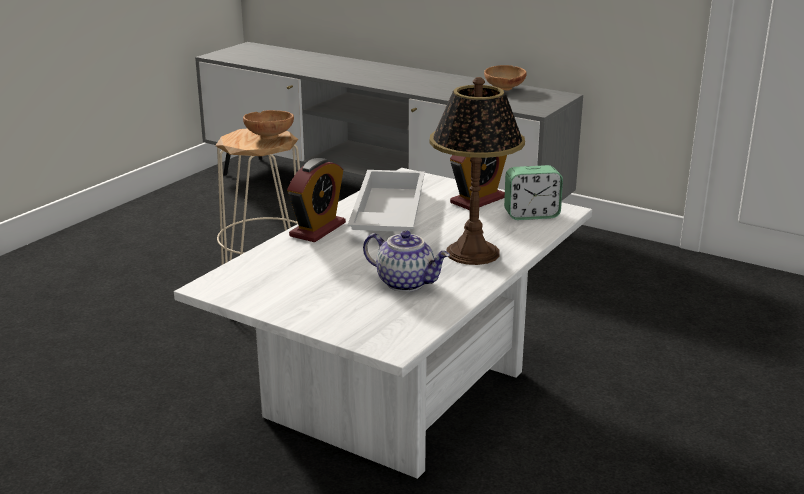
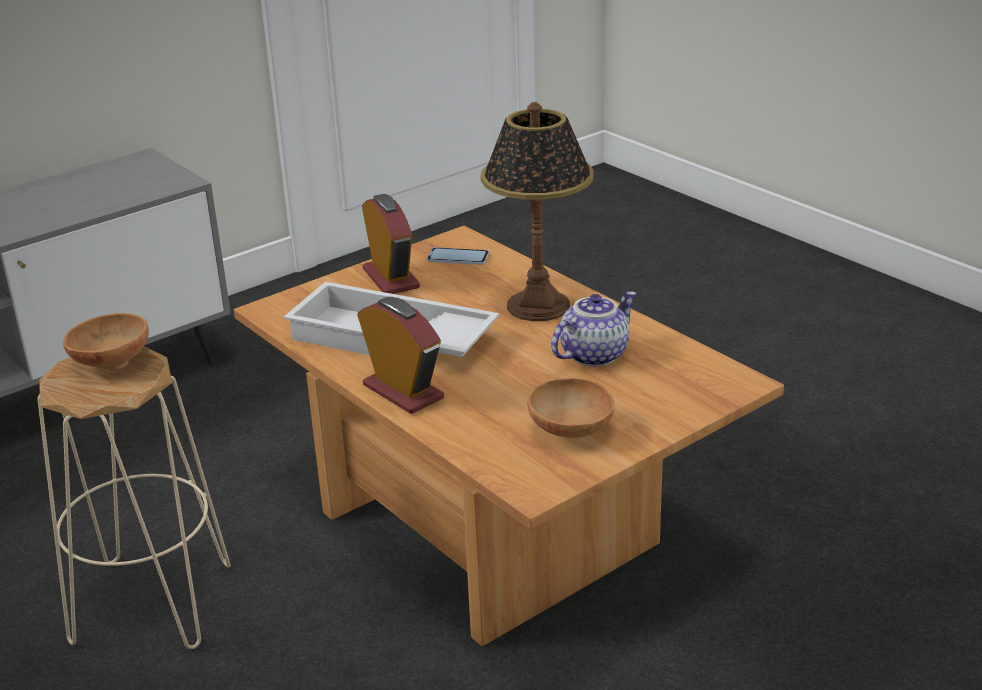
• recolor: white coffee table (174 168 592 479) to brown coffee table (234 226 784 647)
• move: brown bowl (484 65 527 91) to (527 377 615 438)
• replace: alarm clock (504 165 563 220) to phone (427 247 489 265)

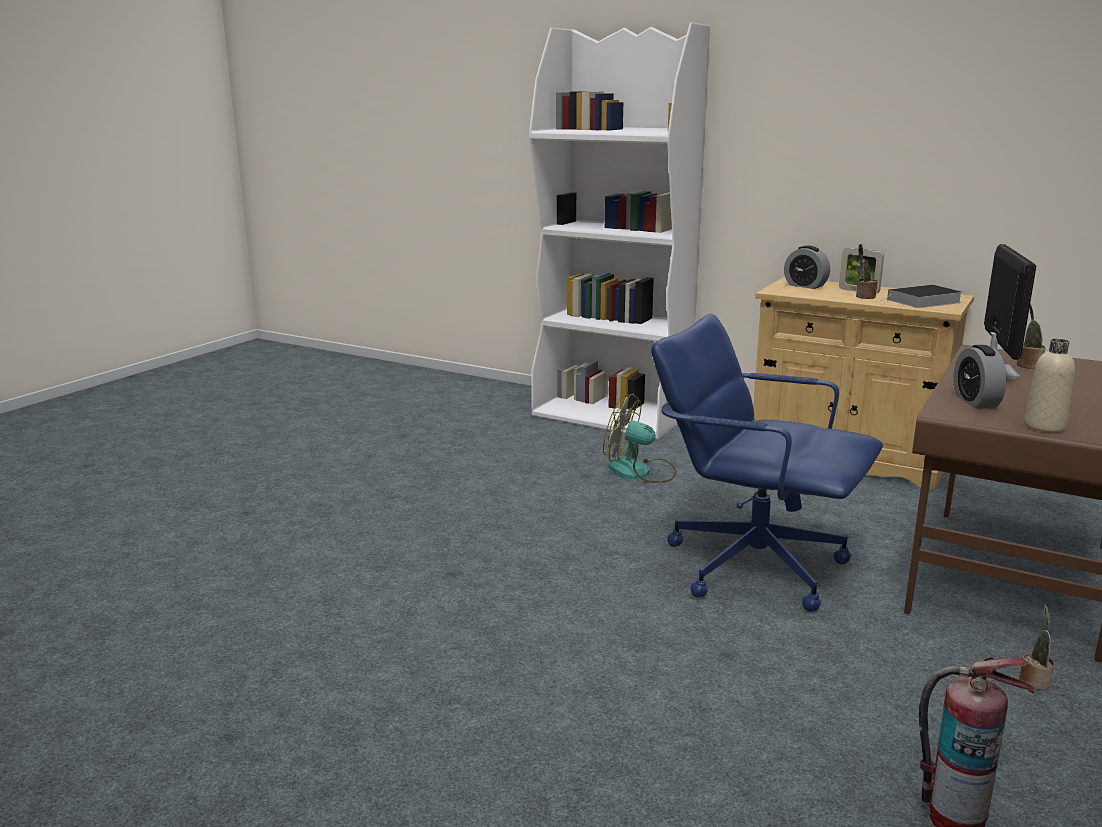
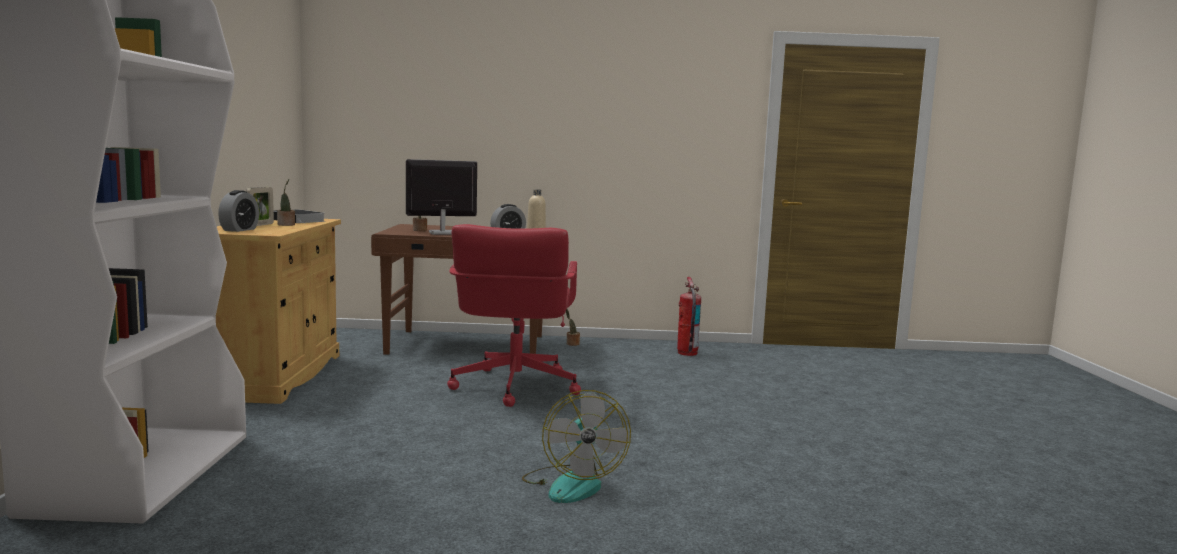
• move: fan (603 394 676 483) to (522 390 631 503)
• recolor: blue office chair (651 314 883 612) to red office chair (447 224 581 407)

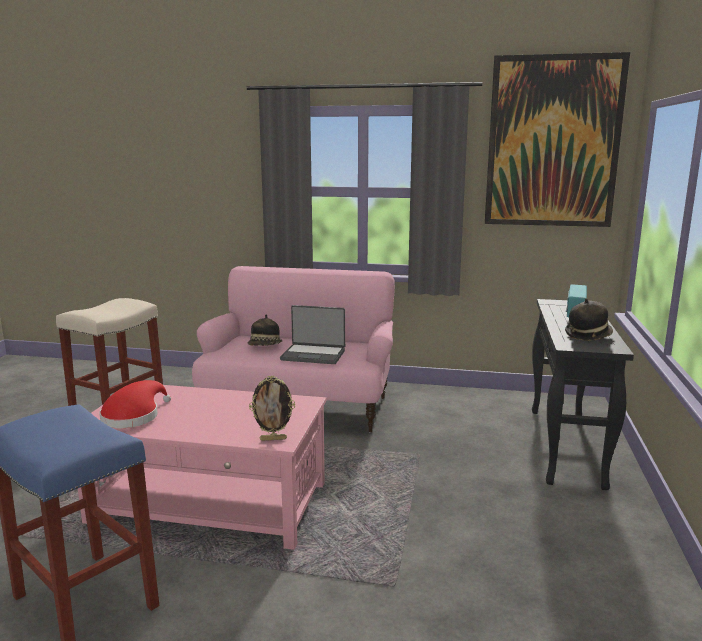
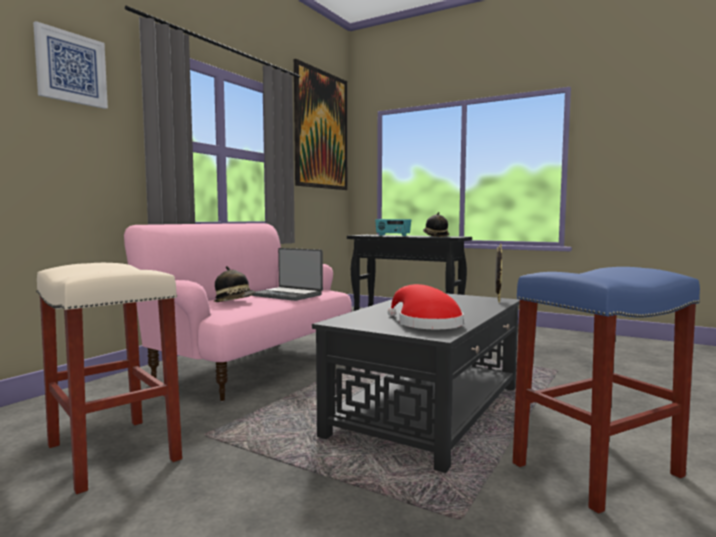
• recolor: pink coffee table (78 385 326 550) to black coffee table (312 293 520 473)
• rotate: laptop (280 305 345 364) = (252 248 323 301) 90 degrees clockwise
• insert: picture (33 21 108 109)

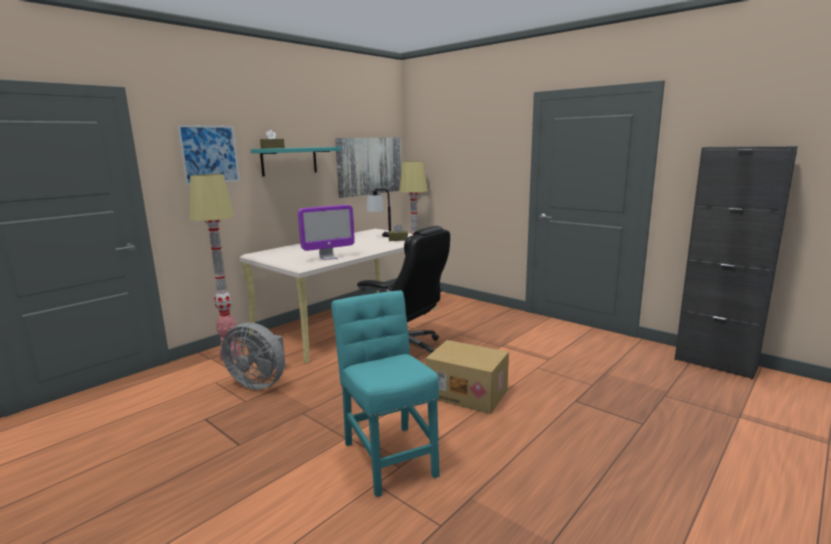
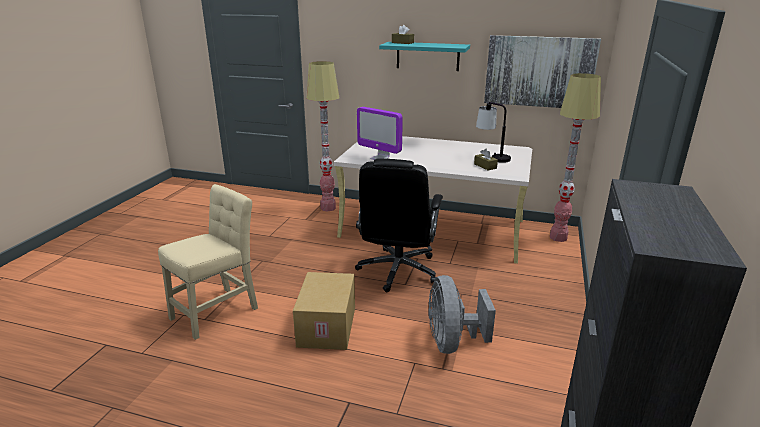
• delete: picture (177 125 240 185)
• move: grey fan (222 323 286 390) to (428 275 496 354)
• recolor: turquoise chair (331 290 440 497) to beige chair (158 184 258 340)

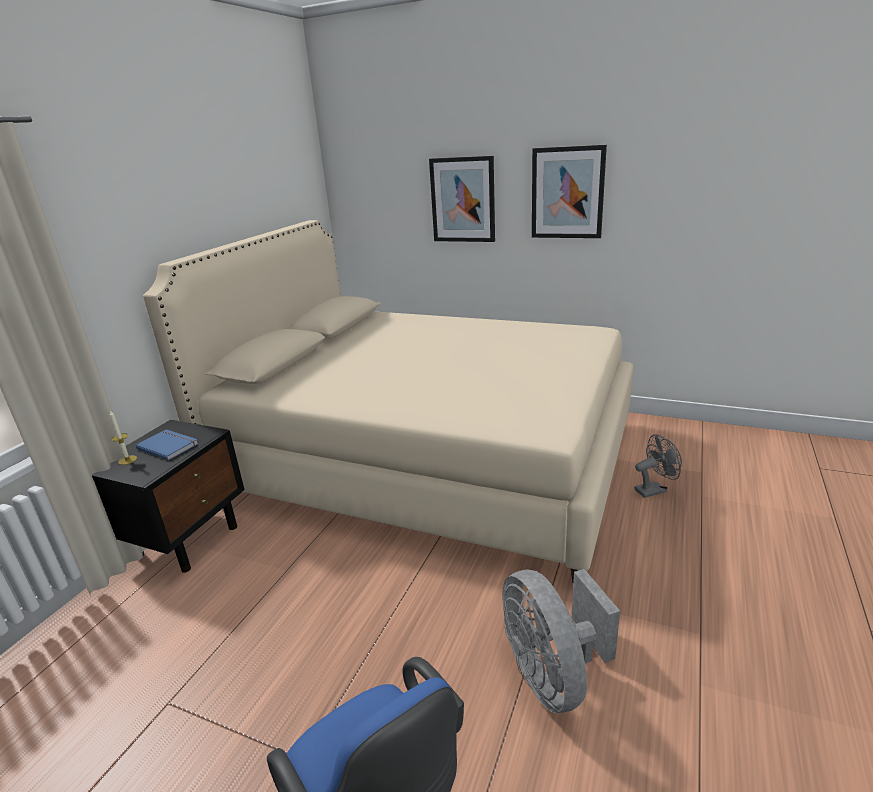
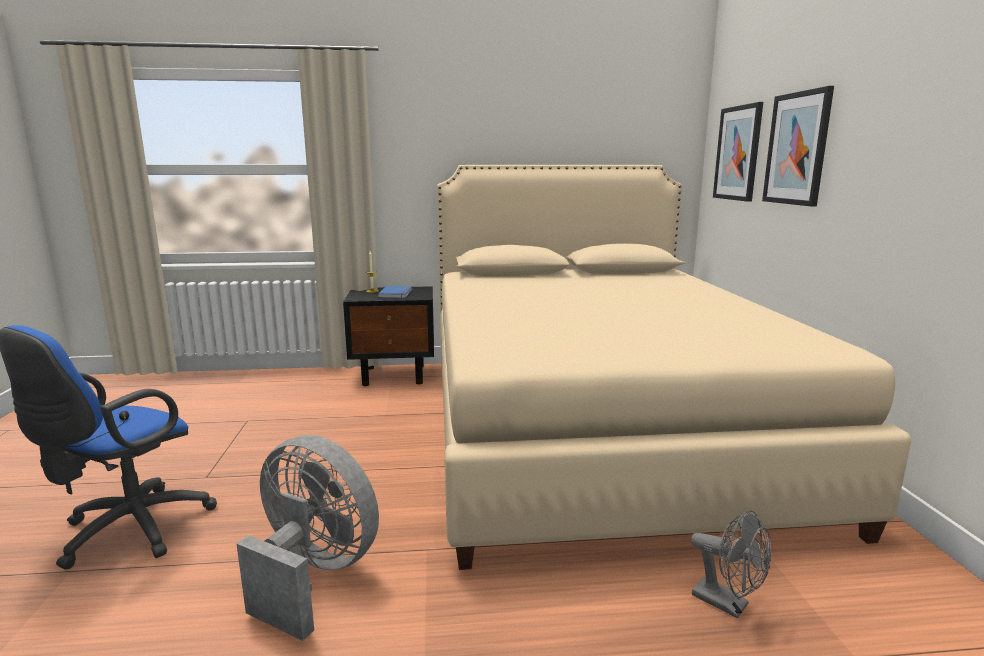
• rotate: grey fan (502 569 620 713) = (237 435 379 641) 75 degrees clockwise
• move: picture (532 145 607 238) to (713 102 763 202)

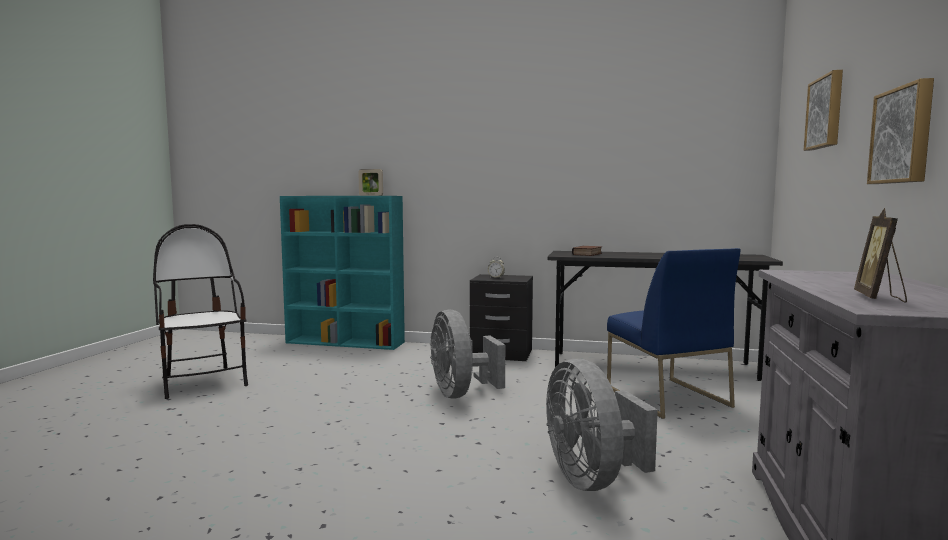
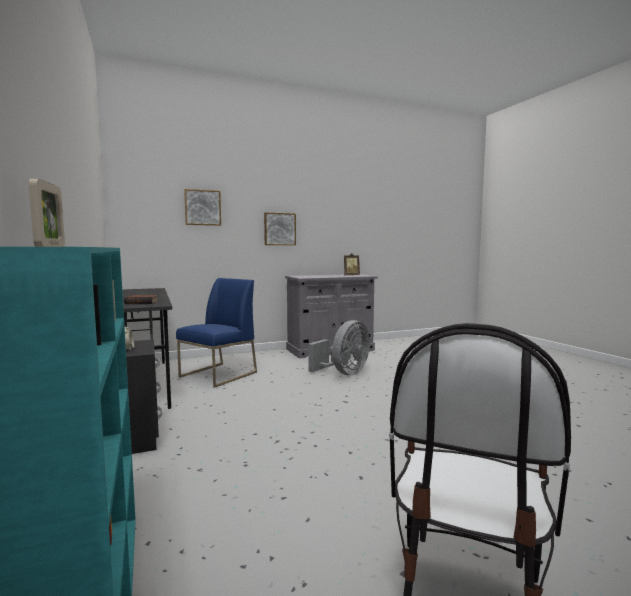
• delete: grey fan (430 310 505 399)

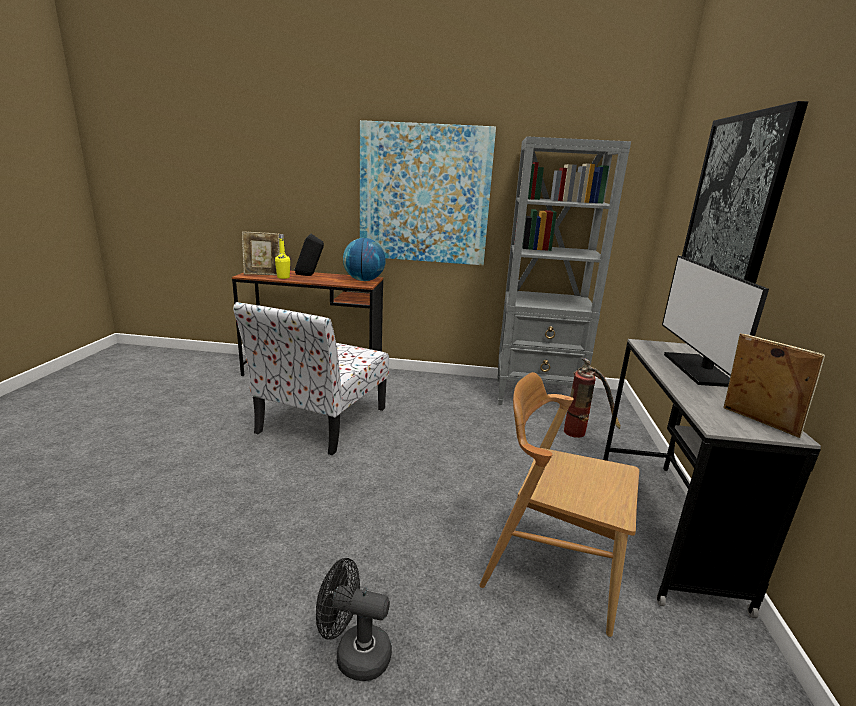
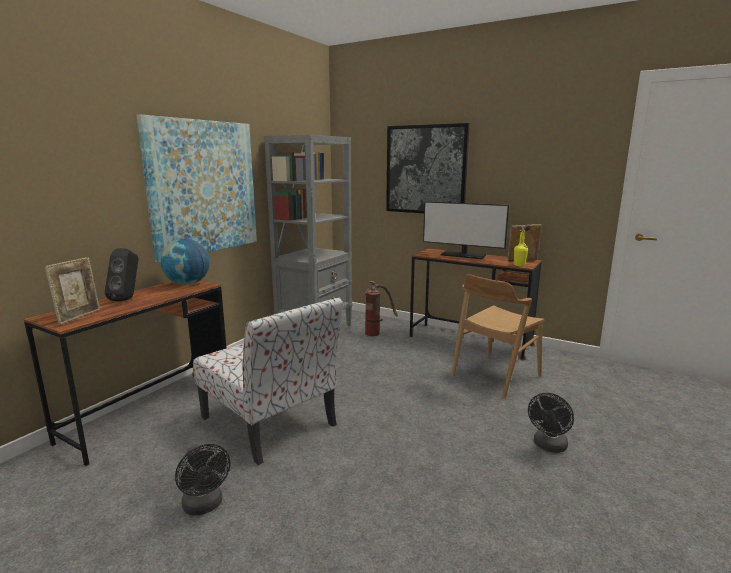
• move: yellow bottle (275 234 290 279) to (514 226 528 266)
• recolor: grey desk (603 339 821 618) to brown desk (410 249 542 360)
• insert: black fan (175 444 230 515)

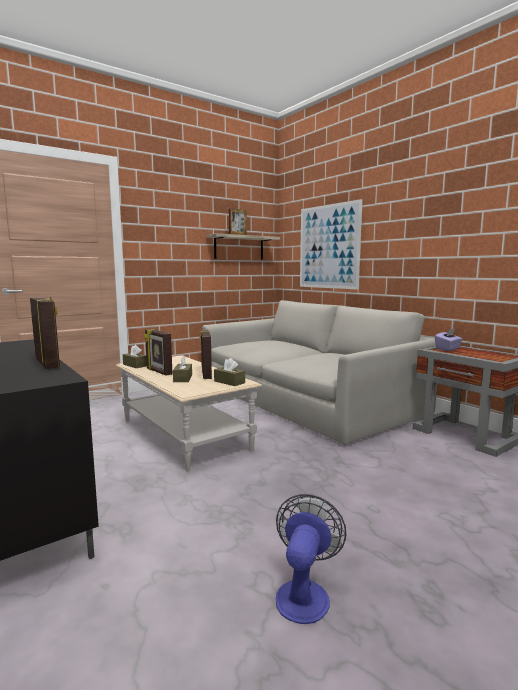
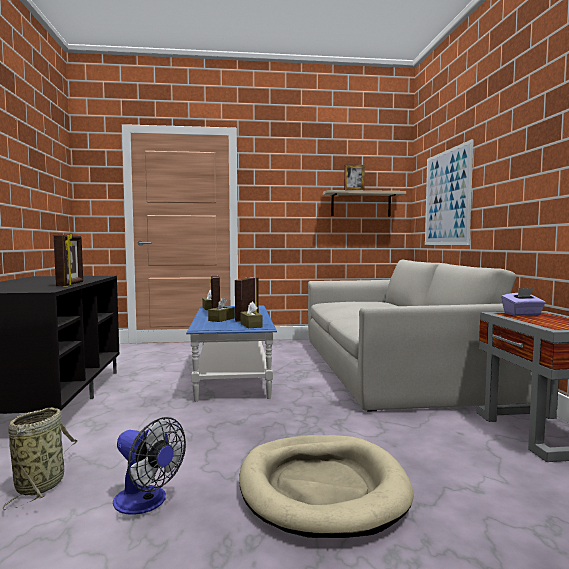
• recolor: beige coffee table (116 355 262 472) to blue coffee table (186 305 277 402)
• rotate: fan (276 494 346 624) = (113 417 186 515) 75 degrees clockwise
• insert: basket (2 407 78 510)
• insert: beige dog bed (239 435 414 538)

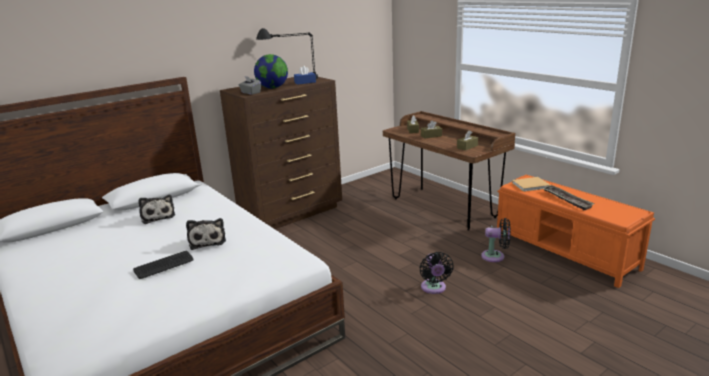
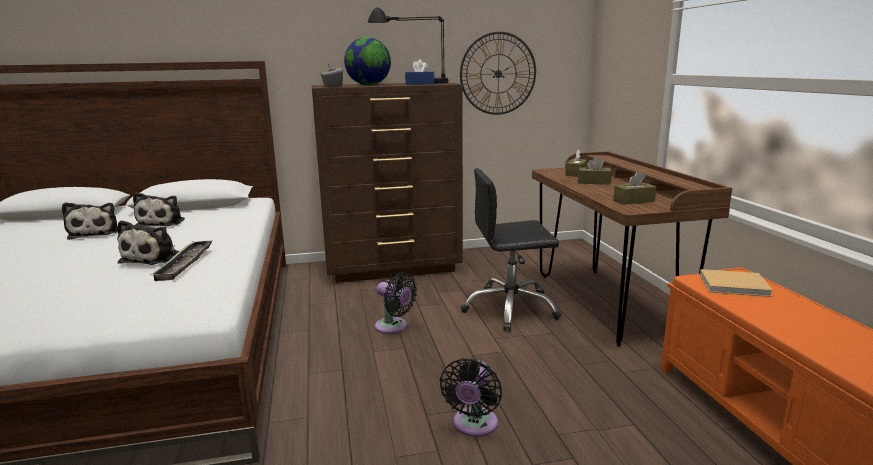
• delete: keyboard (133 251 193 279)
• move: black fan (481 218 511 262) to (375 272 417 334)
• move: tray (542 185 594 210) to (151 240 213 281)
• insert: plush toy (62 202 118 240)
• insert: wall clock (460 32 536 115)
• insert: black office chair (460 168 562 331)

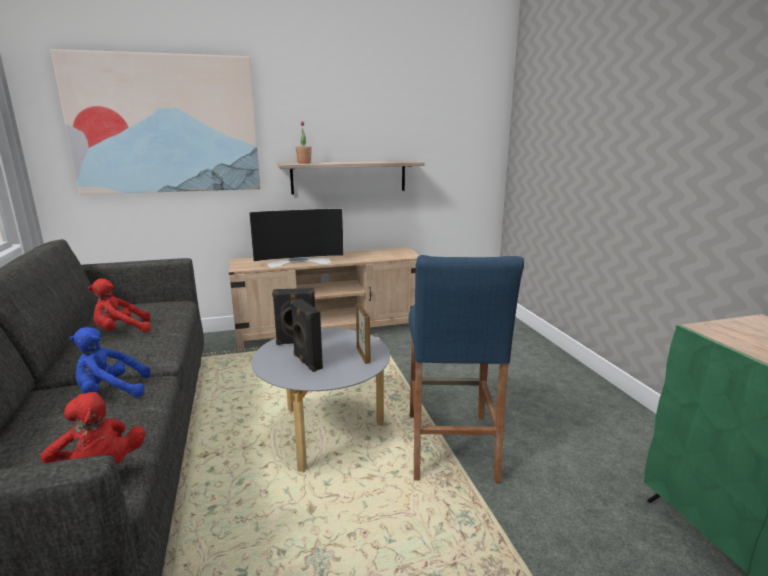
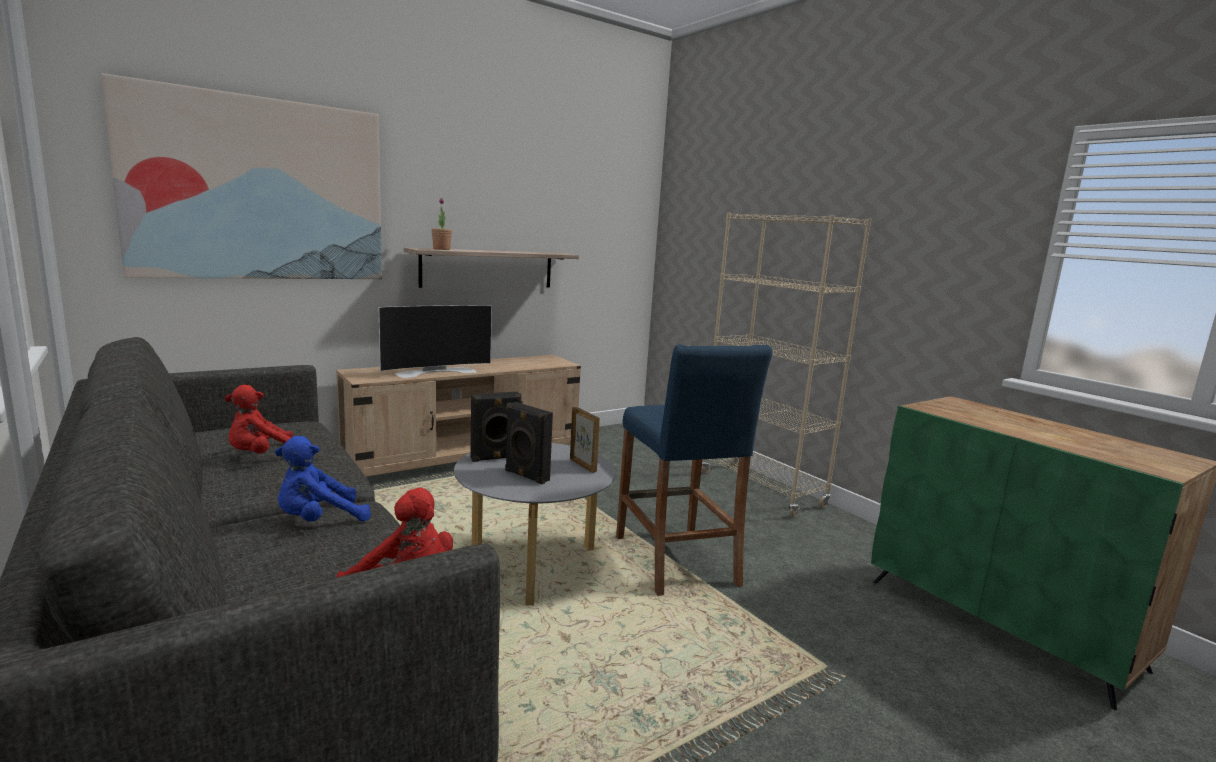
• insert: beige bookcase (701 213 871 518)

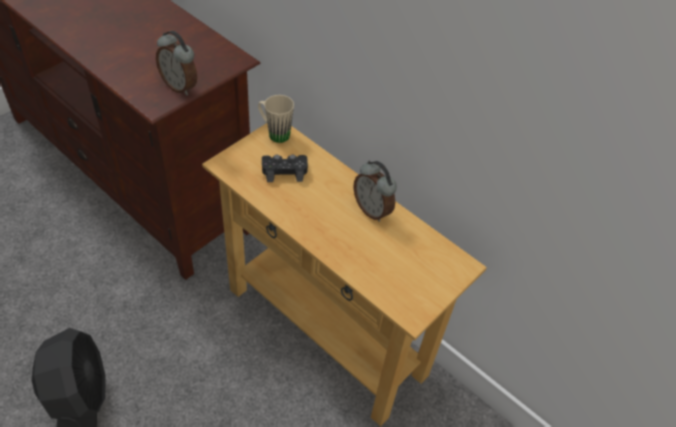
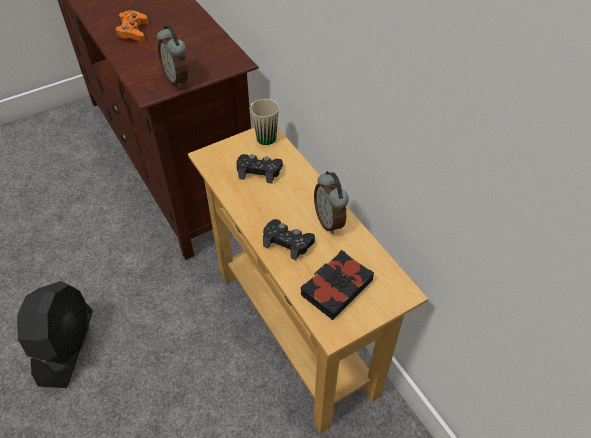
• insert: orange game controller (115 10 148 42)
• insert: black game controller (263 219 315 260)
• insert: black book (301 250 374 320)

